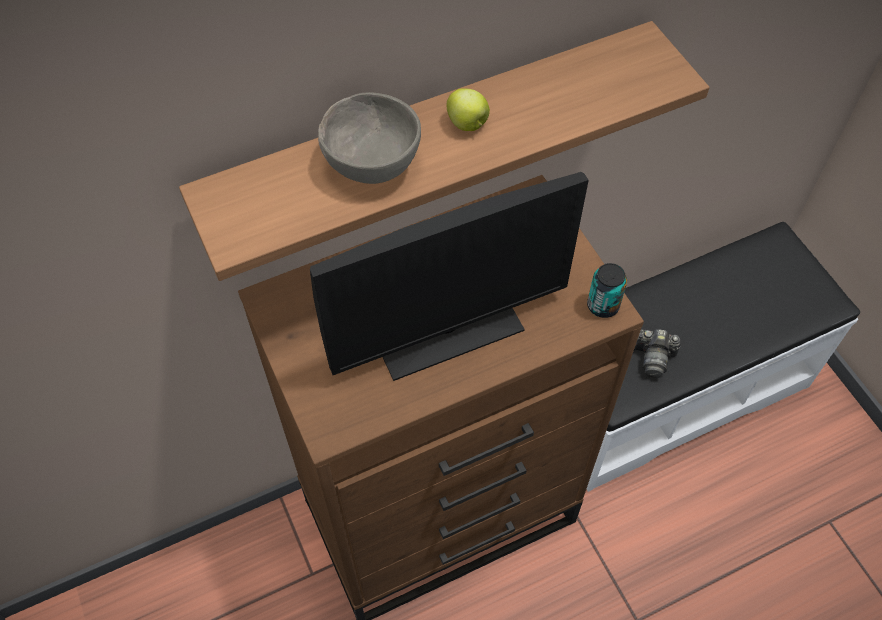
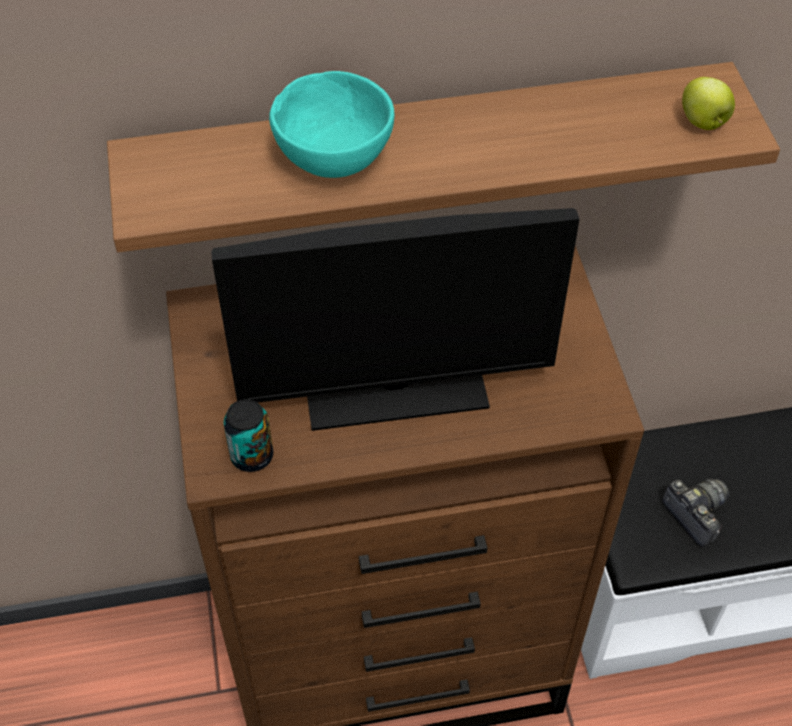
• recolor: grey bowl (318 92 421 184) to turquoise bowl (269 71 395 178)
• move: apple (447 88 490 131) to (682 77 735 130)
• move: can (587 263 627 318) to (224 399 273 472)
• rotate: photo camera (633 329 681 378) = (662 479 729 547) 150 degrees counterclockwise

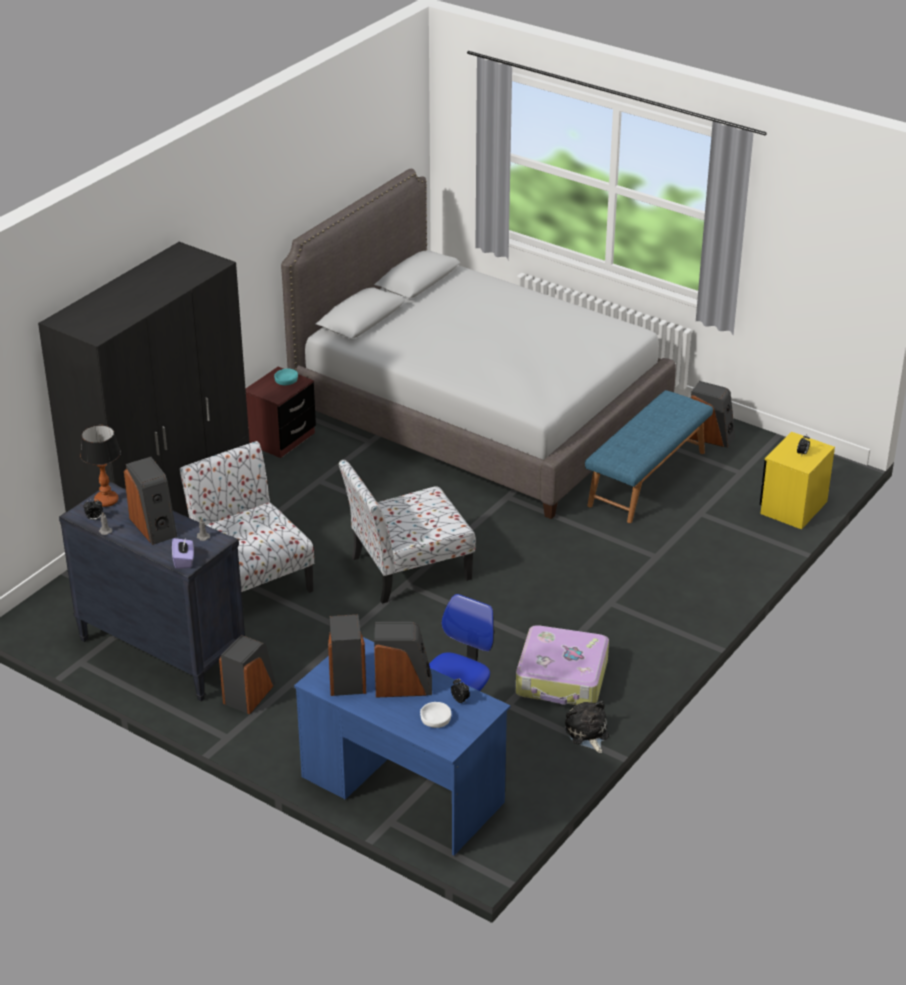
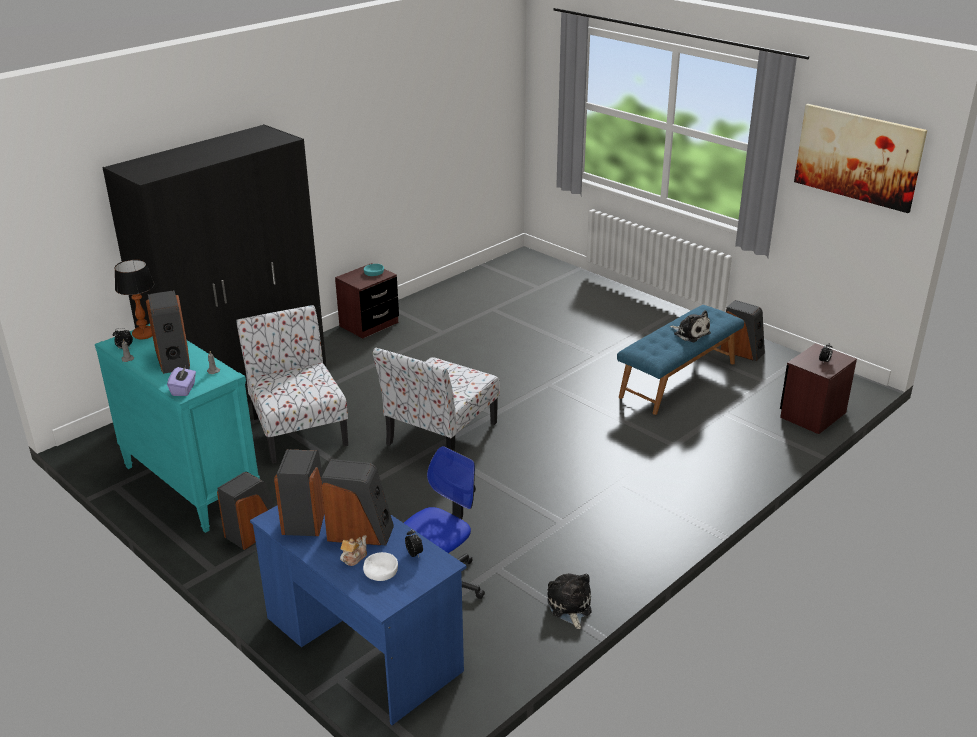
• recolor: black dresser (59 482 245 701) to turquoise dresser (95 323 260 533)
• delete: grey bed (281 169 676 519)
• rotate: chair (339 460 476 604) = (373 348 500 451) 45 degrees counterclockwise
• delete: suitcase (516 625 609 705)
• recolor: yellow nightstand (760 432 835 530) to brown nightstand (780 343 857 434)
• insert: teapot (340 535 367 566)
• insert: plush toy (670 310 711 342)
• insert: picture (794 104 927 213)

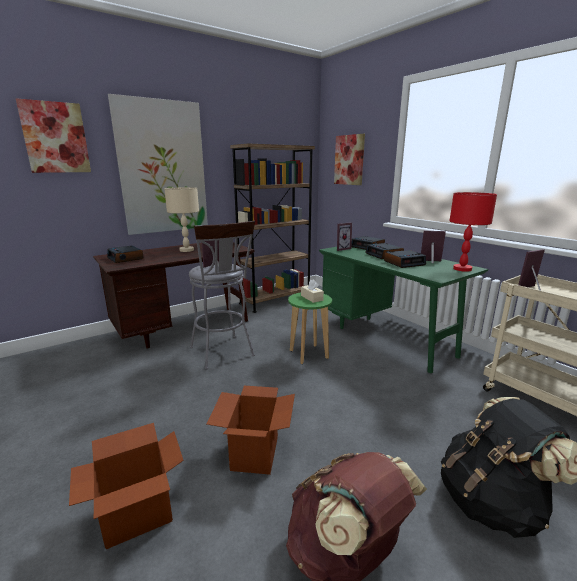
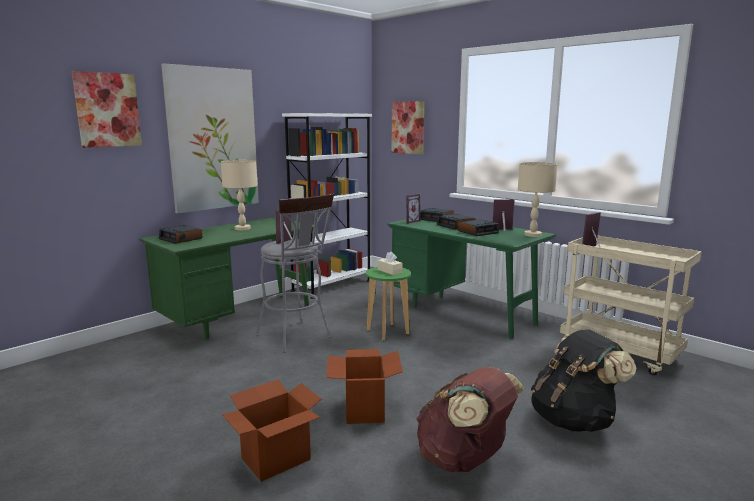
• recolor: brown desk (93 242 255 348) to green desk (139 217 314 340)
• recolor: brown bookcase (230 143 315 313) to white bookcase (282 113 372 299)
• recolor: red table lamp (450 192 497 272) to beige table lamp (518 162 558 237)

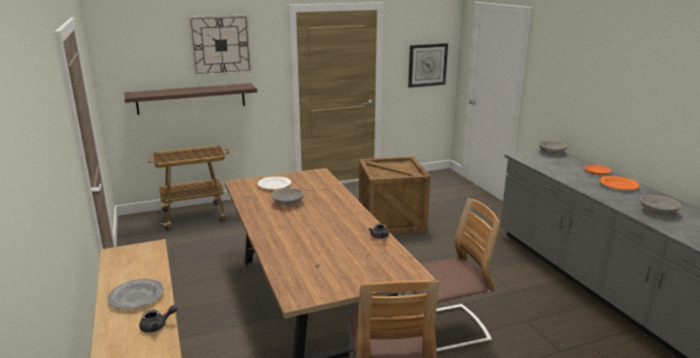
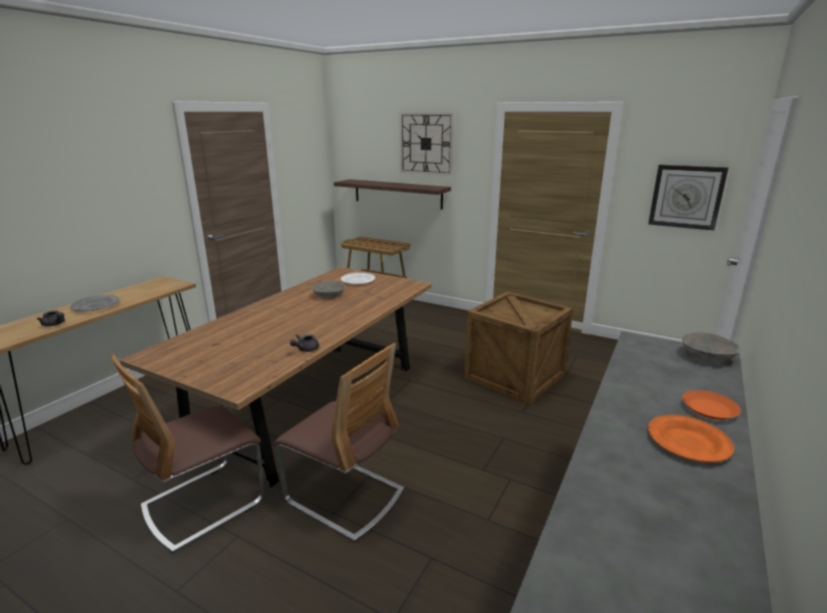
• delete: grey bowl (640 195 681 215)

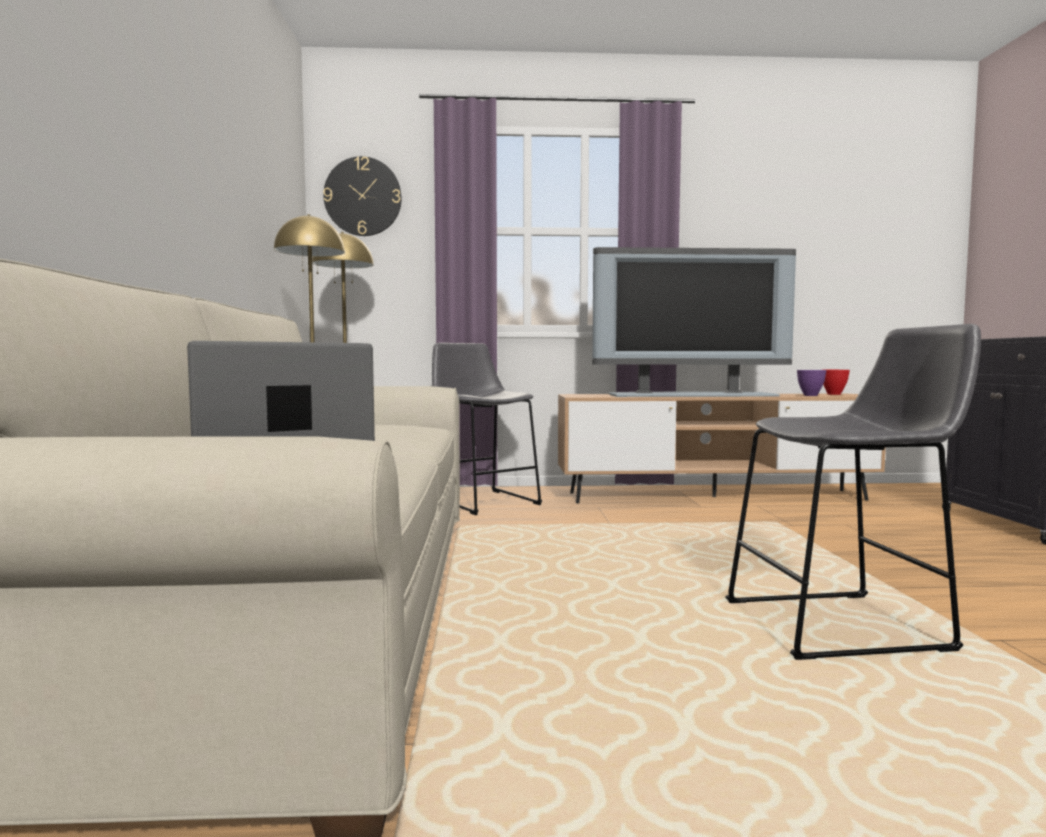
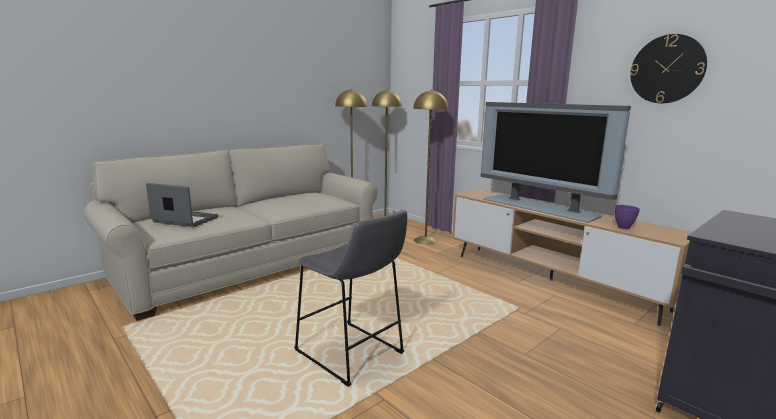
• move: wall clock (323 156 402 236) to (630 34 707 103)
• replace: grey stool (432 343 542 515) to yellow floor lamp (413 90 448 245)
• delete: red bowl (823 370 850 395)

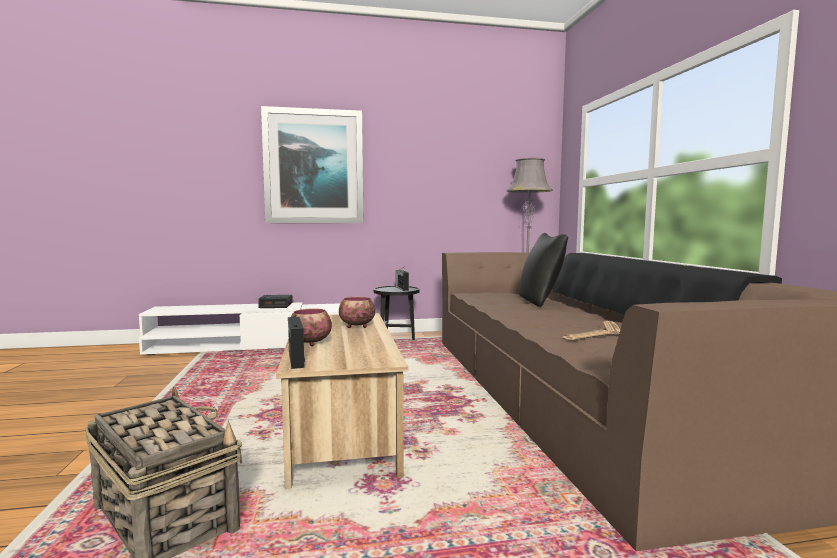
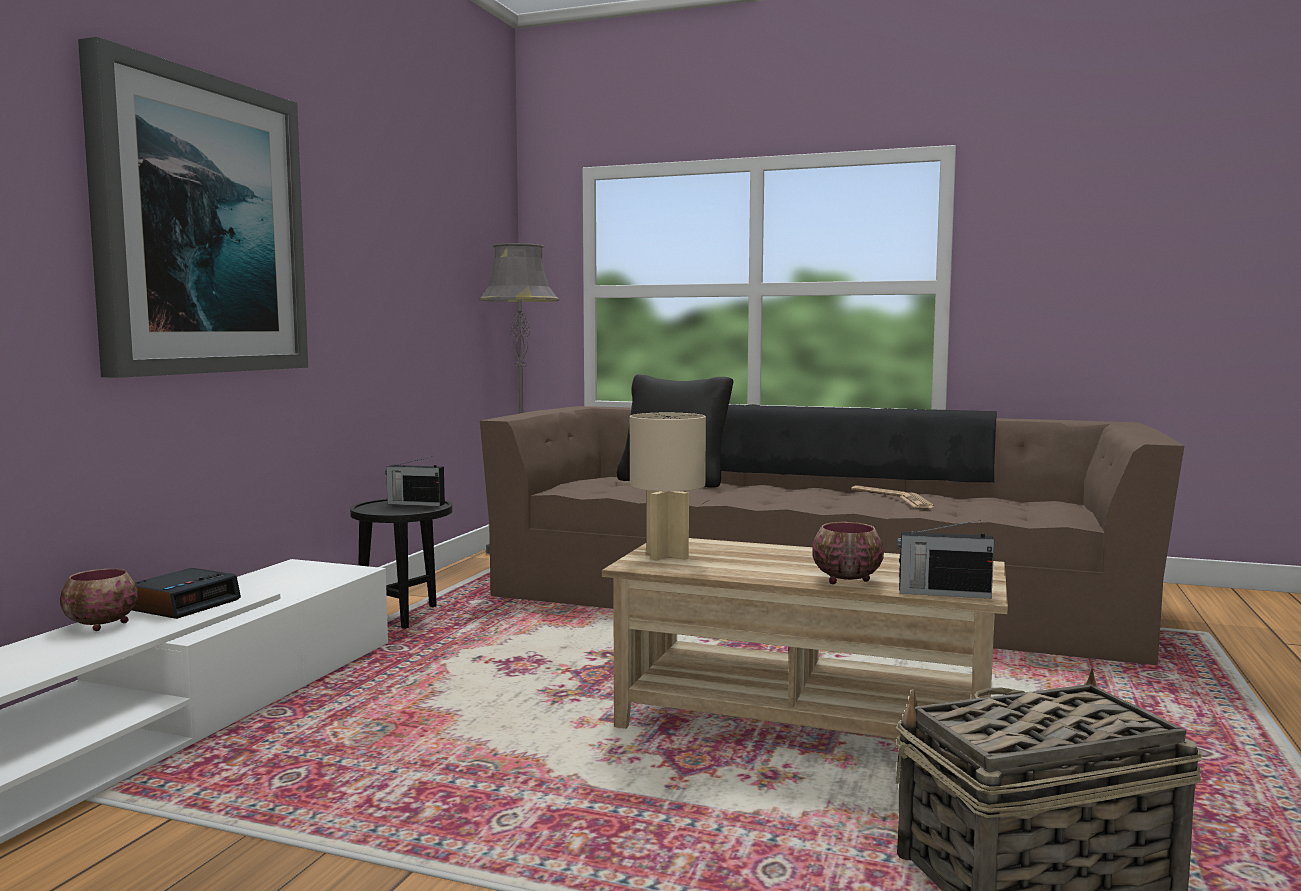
• move: bowl (339 297 375 328) to (60 569 138 631)
• insert: beige table lamp (630 413 706 561)

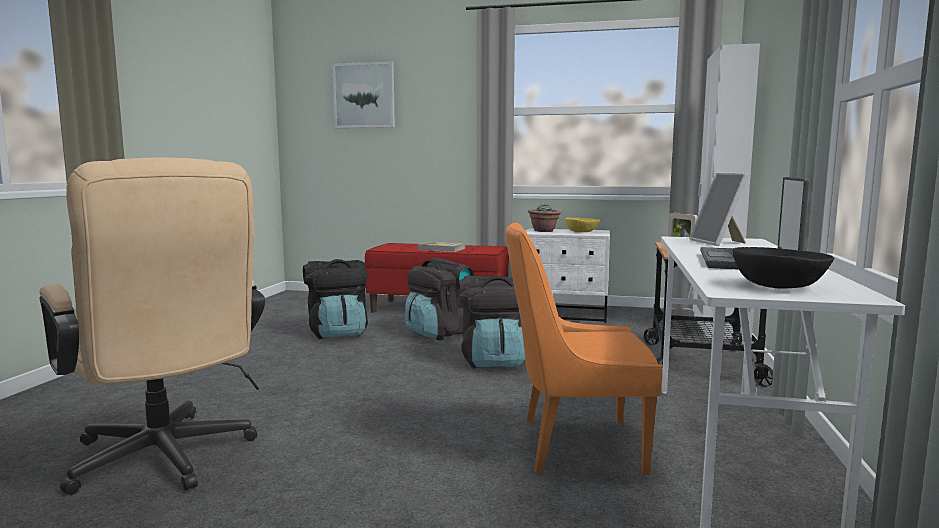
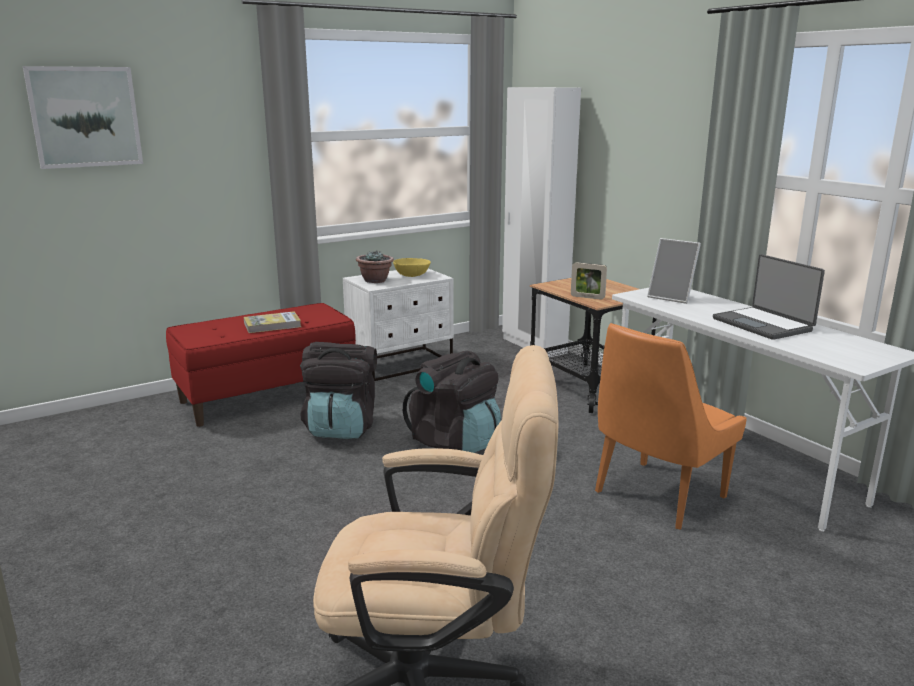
• delete: black backpack (303 259 368 339)
• delete: black bowl (733 247 834 289)

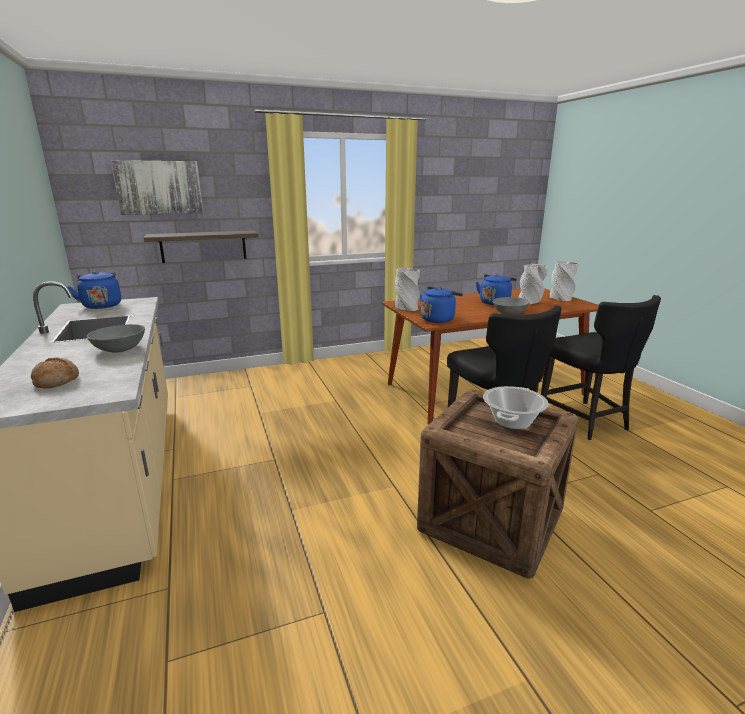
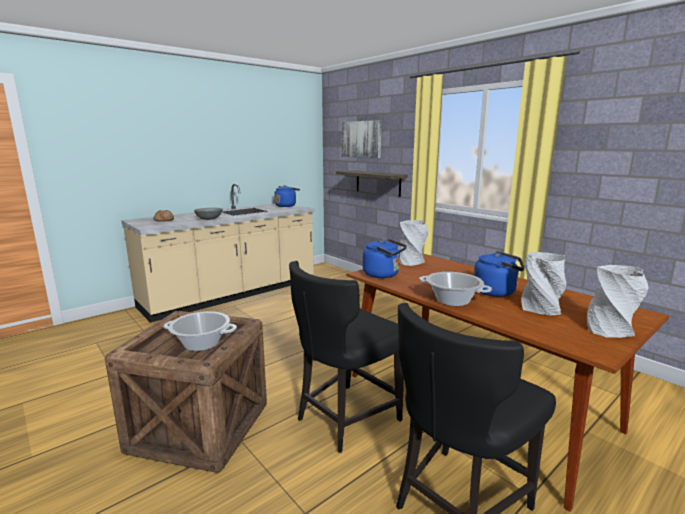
• replace: grey bowl (493 297 529 315) to cooking pot (419 272 492 306)

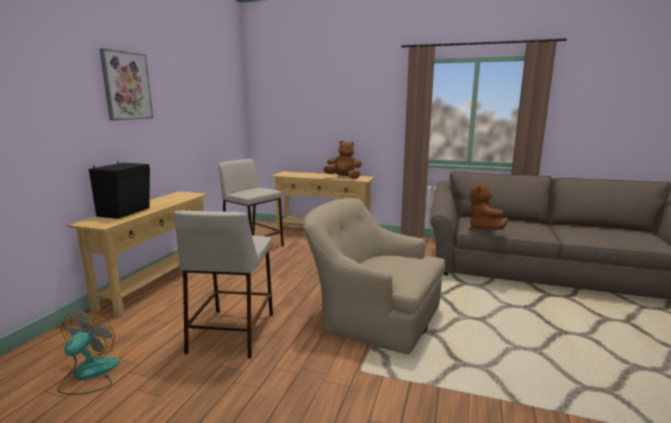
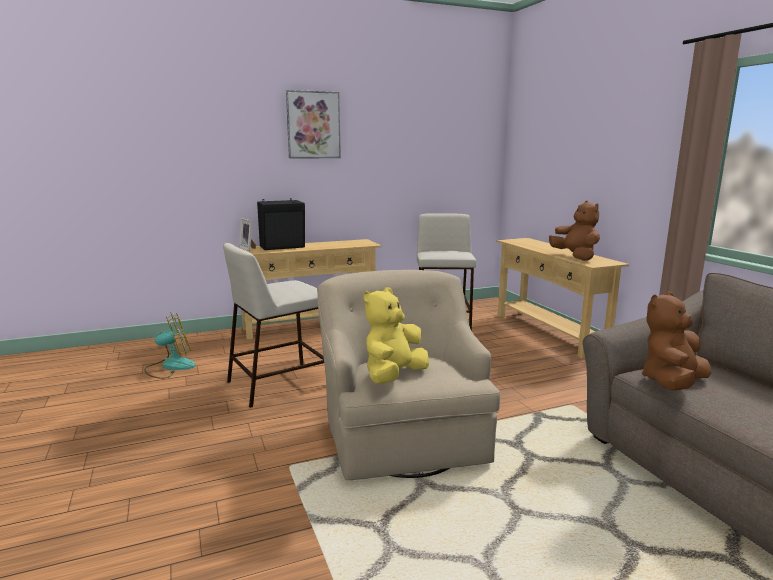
• insert: picture frame (239 218 256 251)
• insert: yellow plush toy (364 287 429 384)

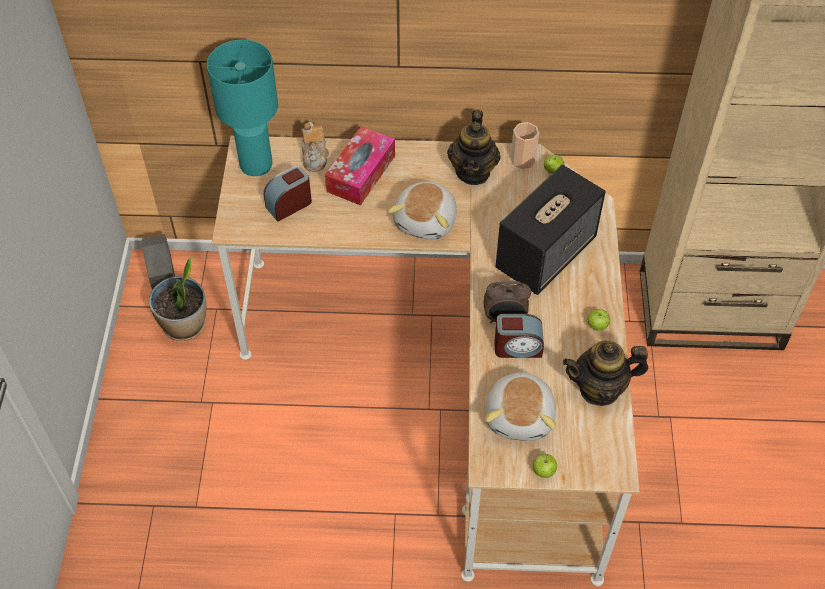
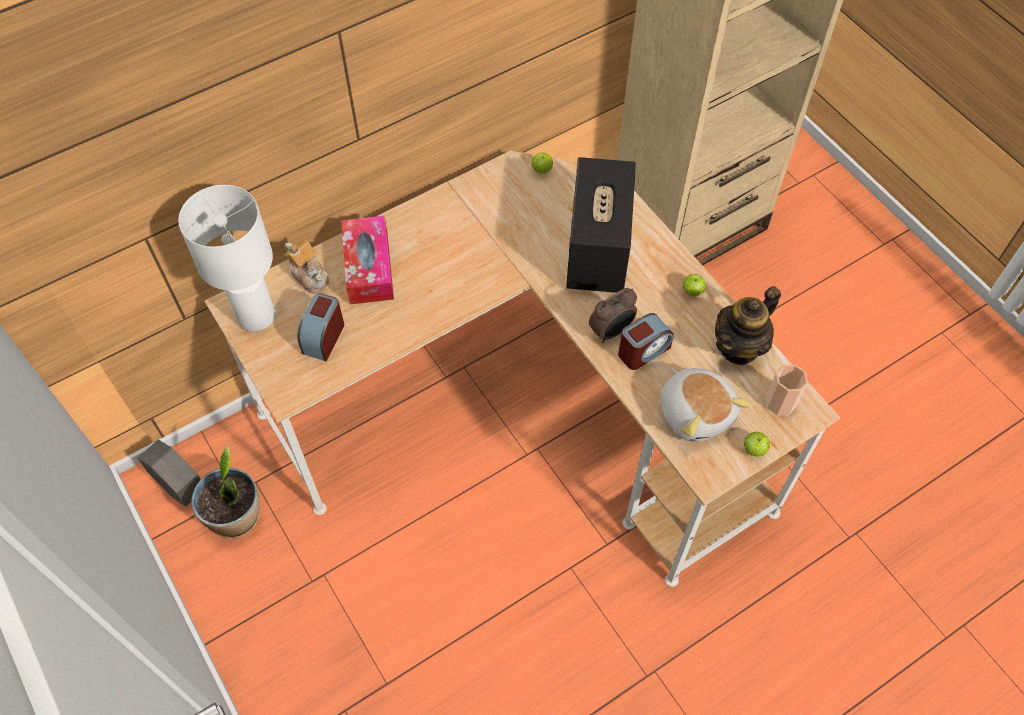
• recolor: turquoise table lamp (207 40 278 176) to white table lamp (178 185 275 331)
• delete: plush toy (388 181 457 240)
• delete: teapot (447 110 501 185)
• move: cup (510 122 539 169) to (765 364 808 415)

